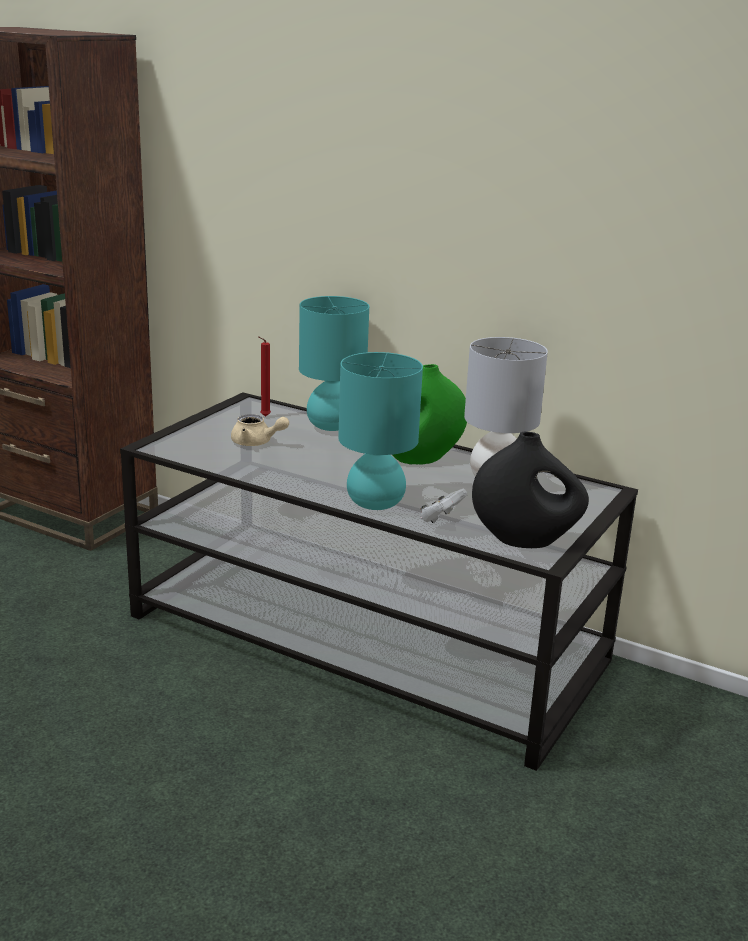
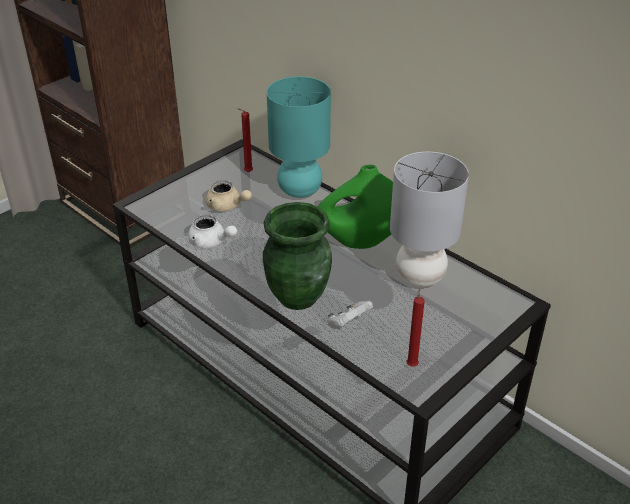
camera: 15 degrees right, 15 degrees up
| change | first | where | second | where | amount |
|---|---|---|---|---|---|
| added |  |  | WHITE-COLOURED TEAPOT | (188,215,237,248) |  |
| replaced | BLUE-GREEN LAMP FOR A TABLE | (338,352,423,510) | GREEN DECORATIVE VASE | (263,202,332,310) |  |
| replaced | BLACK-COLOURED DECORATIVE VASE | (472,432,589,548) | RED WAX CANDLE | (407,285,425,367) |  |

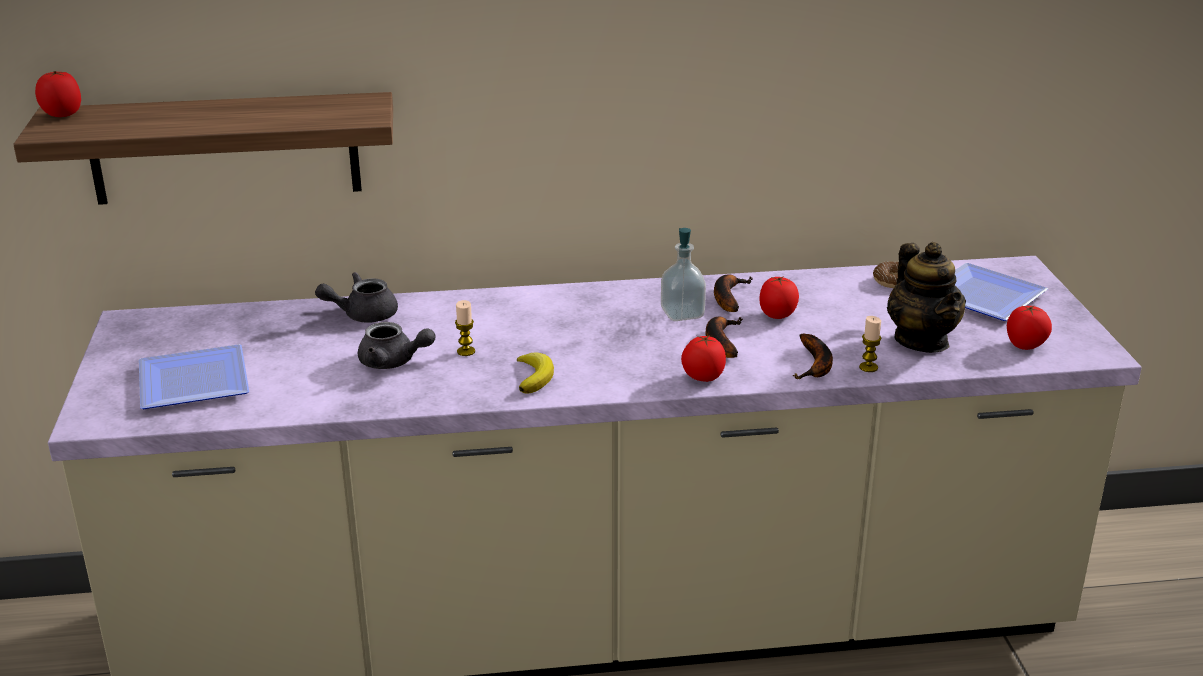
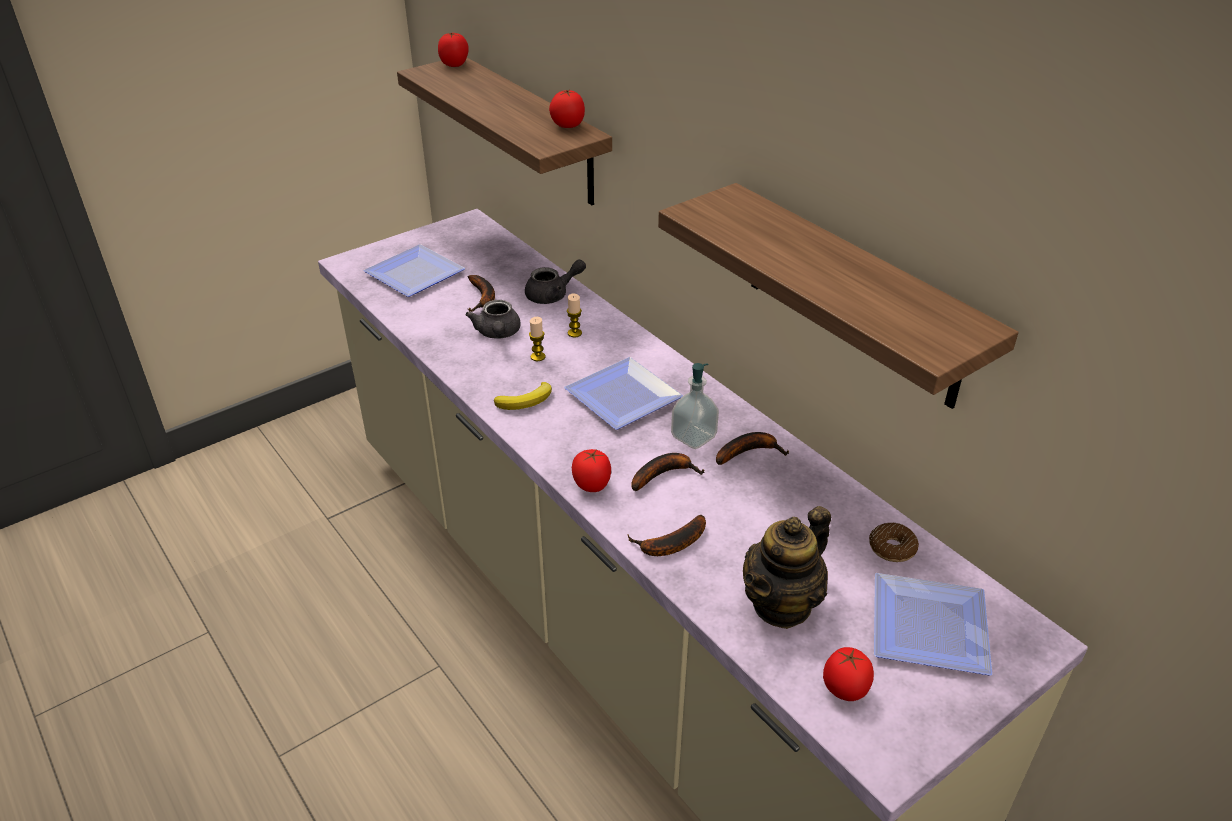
camera: 60 degrees right, 10 degrees up
| change | first | where | second | where | amount |
|---|---|---|---|---|---|
| added |  |  | BANANA FRUIT | (467,275,495,312) |  |
| added |  |  | PLATE | (564,357,683,430) |  |
| added |  |  | BRACKET SHELF | (658,183,1018,409) |  |
| moved | WHOLE TOMATO | (759,276,799,319) |  | (549,90,585,128) |  |
| moved | WAX CANDLE | (859,316,882,372) |  | (567,294,582,337) |  |
| turned | GREYISH TEAPOT | (315,272,398,322) |  | (525,259,586,304) | 120 degrees clockwise |

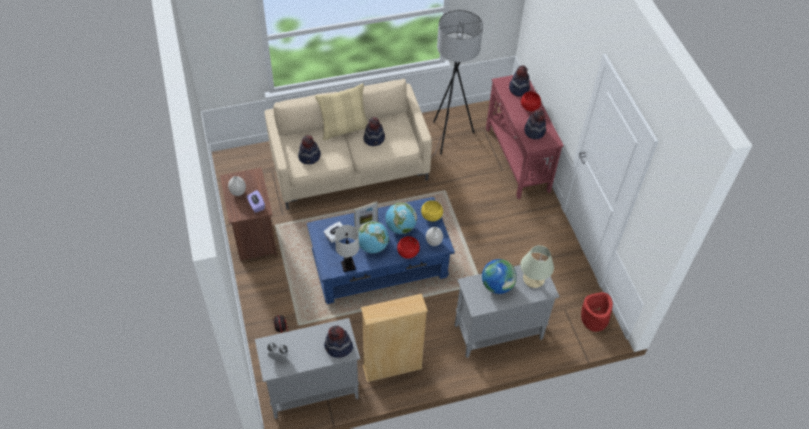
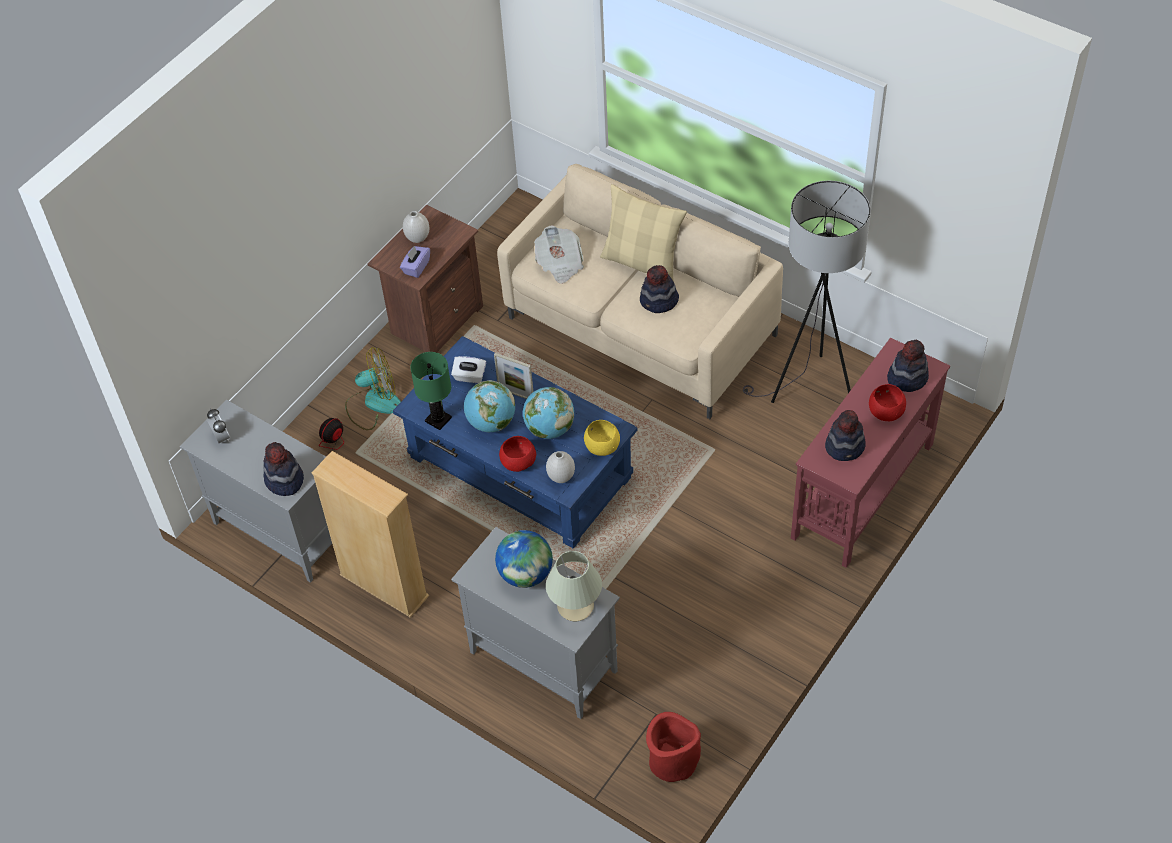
camera: 55 degrees right, 0 degrees up
| change | first | where | second | where | amount |
|---|---|---|---|---|---|
| added |  |  | FAN | (345,347,401,430) |  |
| replaced | CLOTHING HAT | (298,135,321,164) | NEWSPAPER | (534,225,584,284) |  |
| recoloured | WHITE-COLOURED LAMP FOR A TABLE | (335,225,359,272) | GREEN LAMP FOR A TABLE | (410,352,452,430) |  |

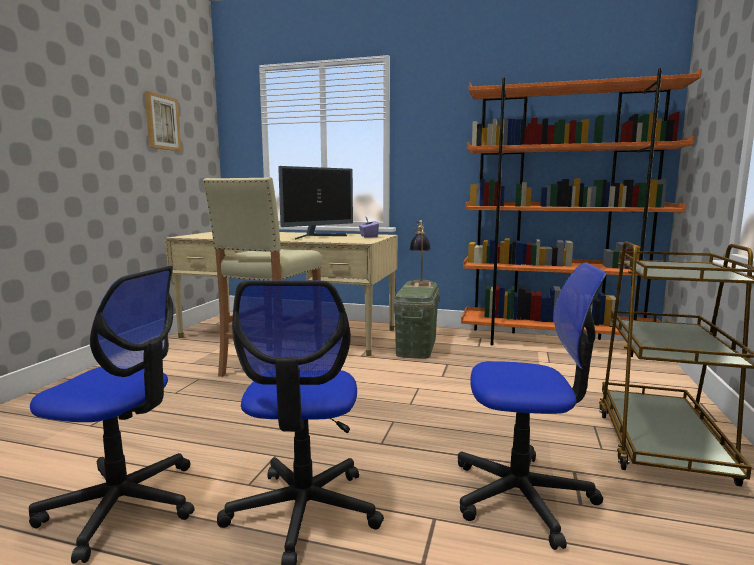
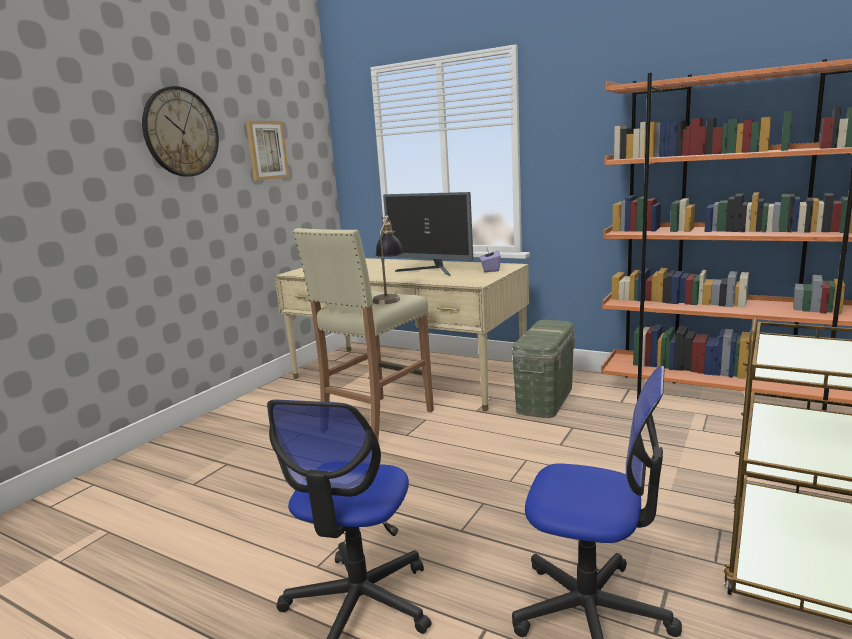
camera: 15 degrees right, 5 degrees up
| change | first | where | second | where | amount |
|---|---|---|---|---|---|
| removed | COMPUTER CHAIR | (29,266,195,564) |  |  |  |
| added |  |  | CLOCK ON THE WALL | (142,86,219,177) |  |
| moved | LAMP FOR A TABLE | (409,220,432,287) |  | (373,215,404,304) |  |
| turned | MONITOR | (278,166,353,240) |  | (383,192,473,276) | 60 degrees clockwise |

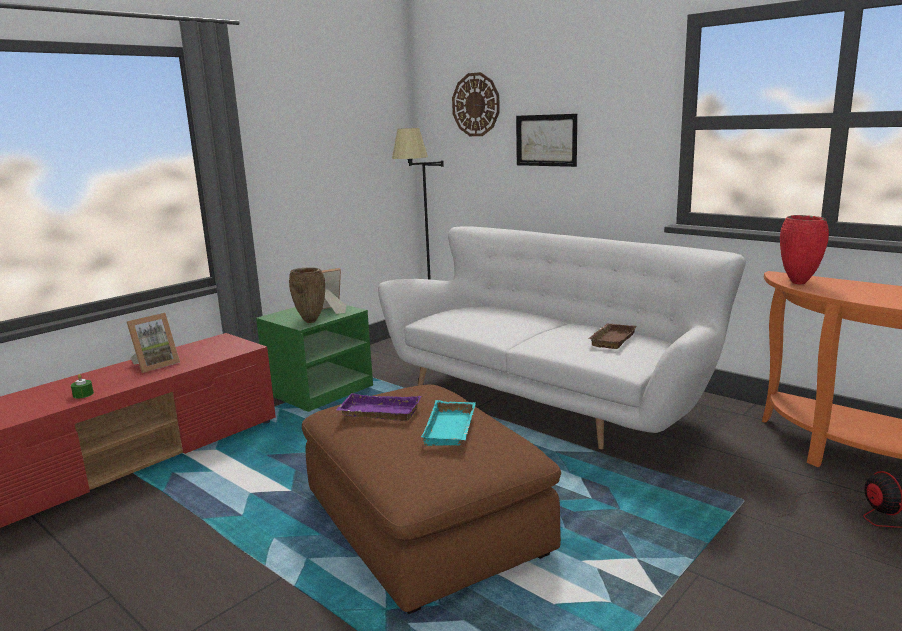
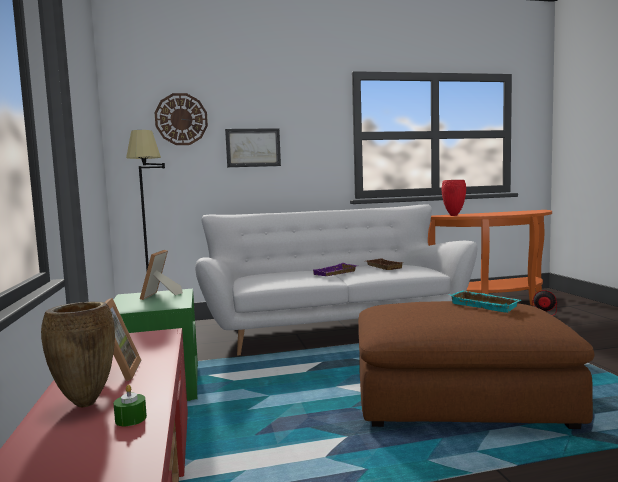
camera: 55 degrees left, 10 degrees down
| change | first | where | second | where | amount |
|---|---|---|---|---|---|
| moved | BROWN DECORATIVE VASE | (289,267,325,323) |  | (41,302,115,407) |  |
| moved | PURPLE-COLOURED CARRYING TRAY | (336,393,421,421) |  | (312,263,358,276) |  |

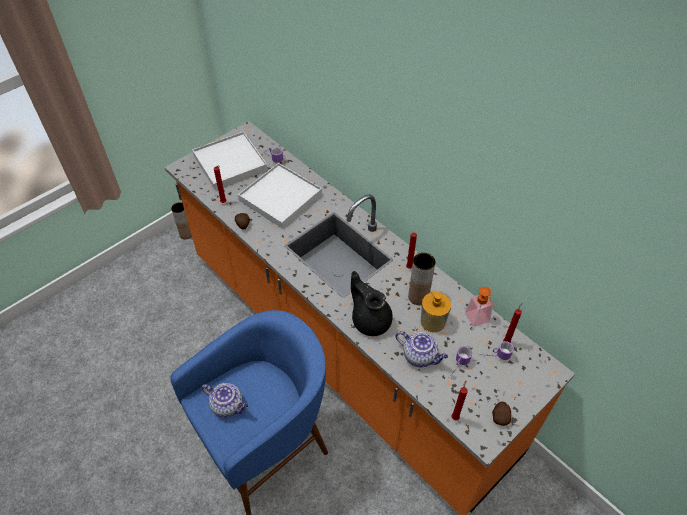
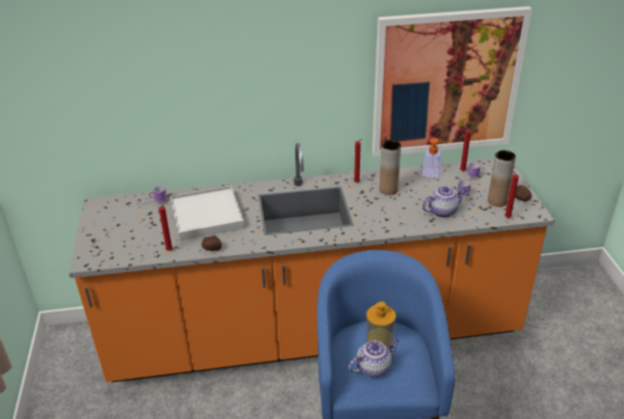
camera: 55 degrees left, 15 degrees down
| change | first | where | second | where | amount |
|---|---|---|---|---|---|
| removed | WHITE-COLOURED CARRYING TRAY | (192,132,268,190) |  |  |  |
| removed | BLACK-COLOURED TEAPOT | (351,271,393,336) |  |  |  |
| added |  |  | WALL PICTURE | (372,6,532,156) |  |
| moved | BROWN DECORATIVE VASE | (171,202,192,239) |  | (488,150,516,207) |  |
| moved | LIQUID SOAP BOTTLE | (421,291,451,332) |  | (366,301,396,346) |  |

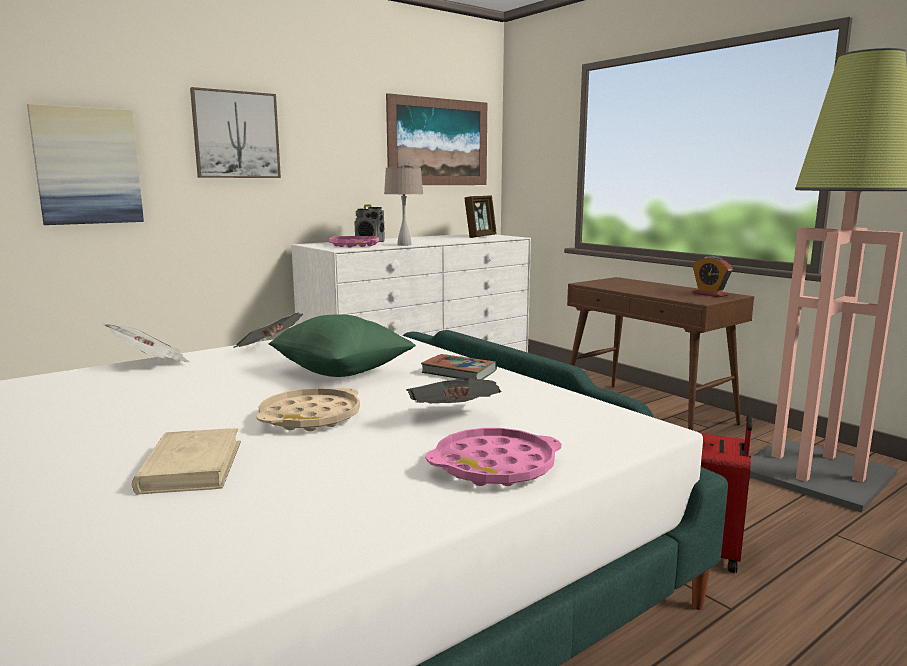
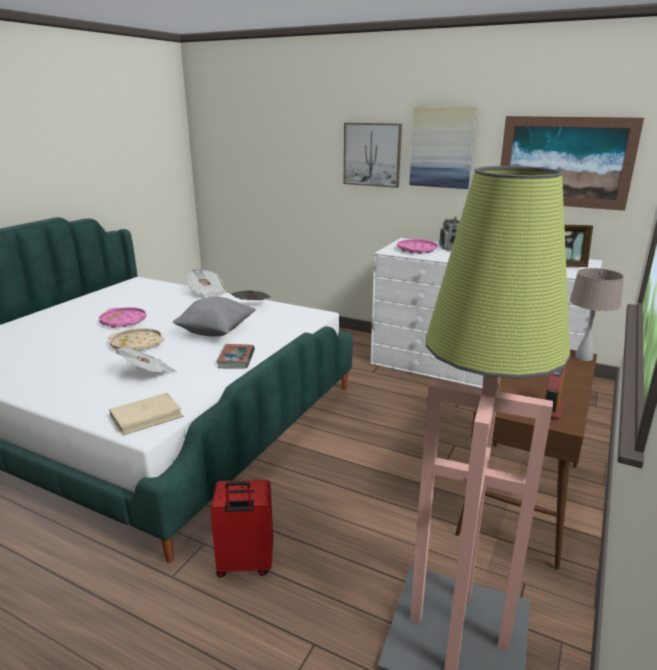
camera: 65 degrees right, 10 degrees up
| change | first | where | second | where | amount |
|---|---|---|---|---|---|
| moved | WALL PICTURE | (27,104,144,225) |  | (409,107,476,189) |  |
| moved | BEIGE BOUND BOOK | (132,428,241,495) |  | (109,393,184,436) |  |
| moved | BEIGE LAMP FOR A TABLE | (384,166,423,246) |  | (570,268,624,361) |  |
| moved | PINK CARRYING TRAY | (426,428,561,486) |  | (99,307,147,328) |  |
| recoloured | GREEN THROW PILLOW | (268,315,416,377) | GREYISH THROW PILLOW | (173,297,256,337) |  |

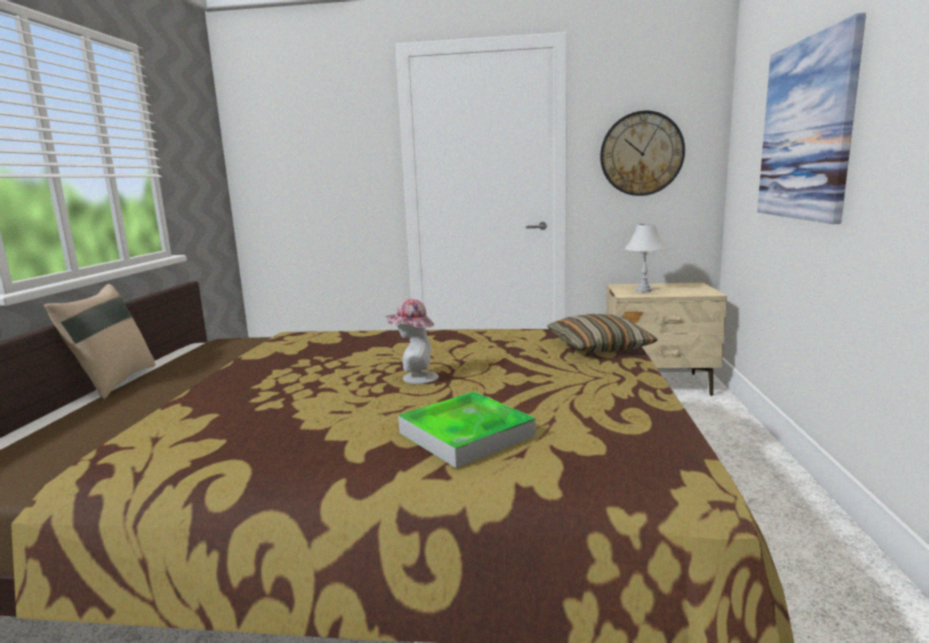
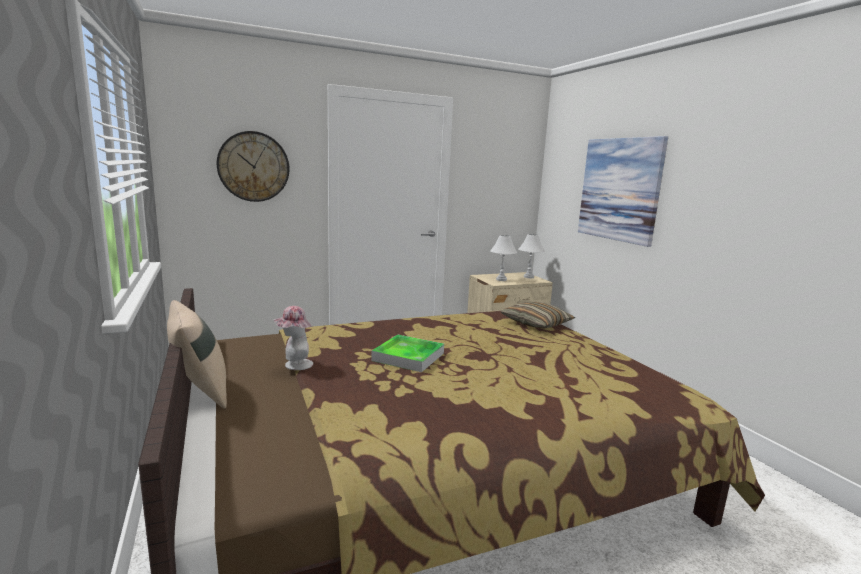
camera: 30 degrees left, 0 degrees up
| change | first | where | second | where | amount |
|---|---|---|---|---|---|
| added |  |  | WHITE-COLOURED LAMP FOR A TABLE | (518,234,545,278) |  |
| moved | CLOTHING HAT | (386,299,439,384) |  | (274,306,313,370) |  |
| moved | CARRYING TRAY | (398,392,536,468) |  | (371,334,444,372) |  |
| moved | CLOCK ON THE WALL | (600,111,685,196) |  | (217,131,290,202) |  |

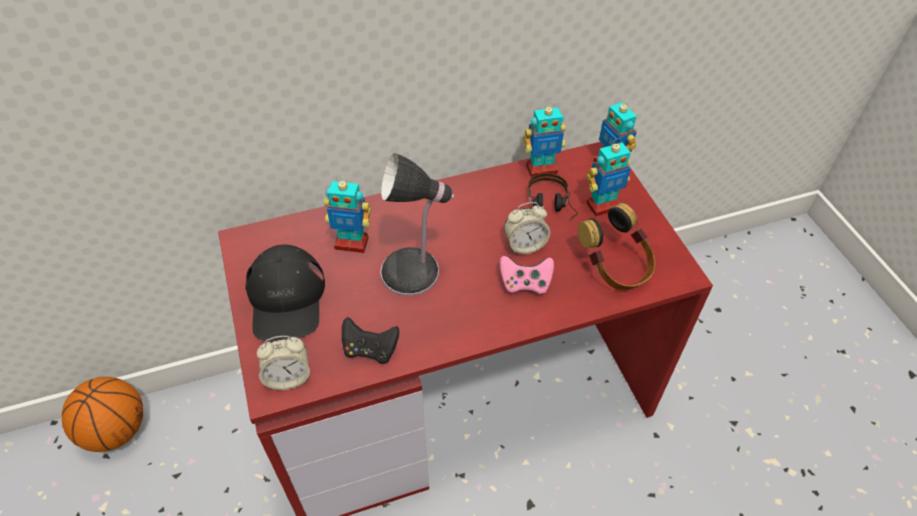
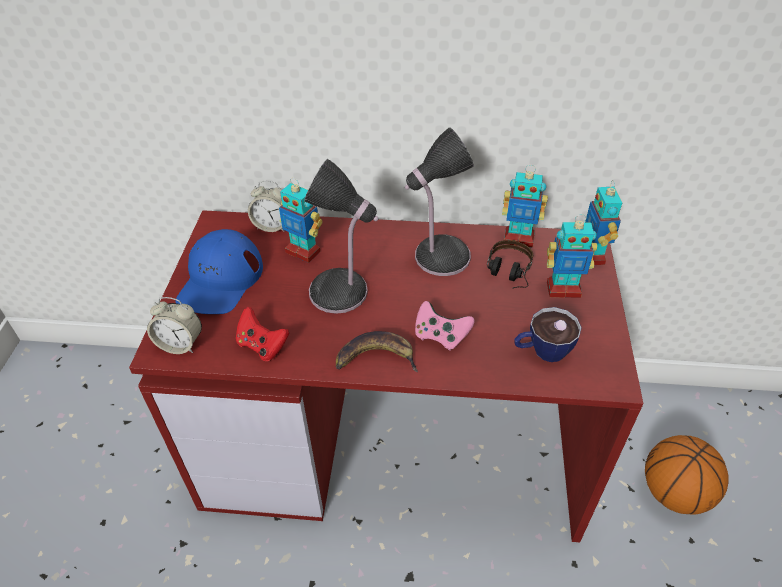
camera: 25 degrees right, 5 degrees down
| change | first | where | second | where | amount |
|---|---|---|---|---|---|
| added |  |  | BANANA FRUIT | (336,331,418,372) |  |
| added |  |  | LAMP FOR A TABLE | (405,127,474,276) |  |
| moved | BASKETBALL | (62,377,143,452) |  | (645,435,728,515) |  |
| moved | ALARM CLOCK | (504,202,550,254) |  | (248,181,284,232) |  |
| replaced | HEADSET | (577,203,655,290) | CUP | (514,307,582,362) |  |
| recoloured | BLACK-COLOURED PEAKED CAP | (245,245,325,341) | BLUE-COLOURED PEAKED CAP | (175,229,263,314) |  |
| recoloured | BLACK-COLOURED GAMEPAD | (342,317,399,364) | RED GAMEPAD | (236,307,289,361) |  |

